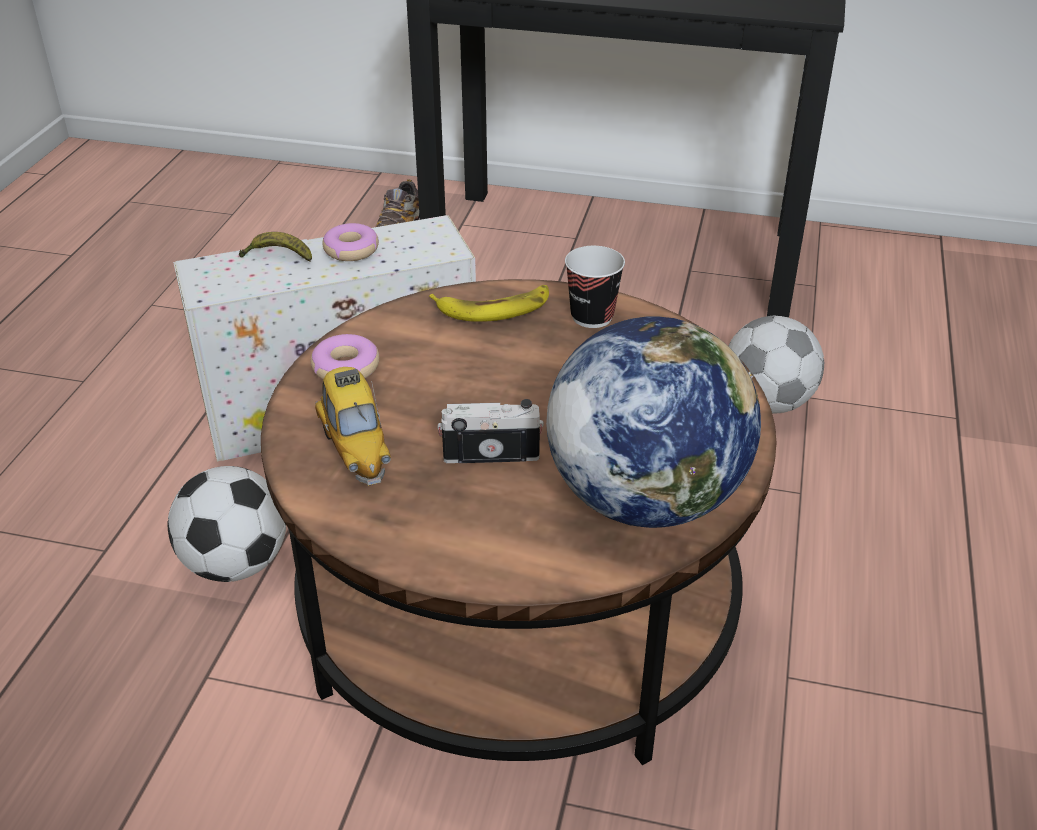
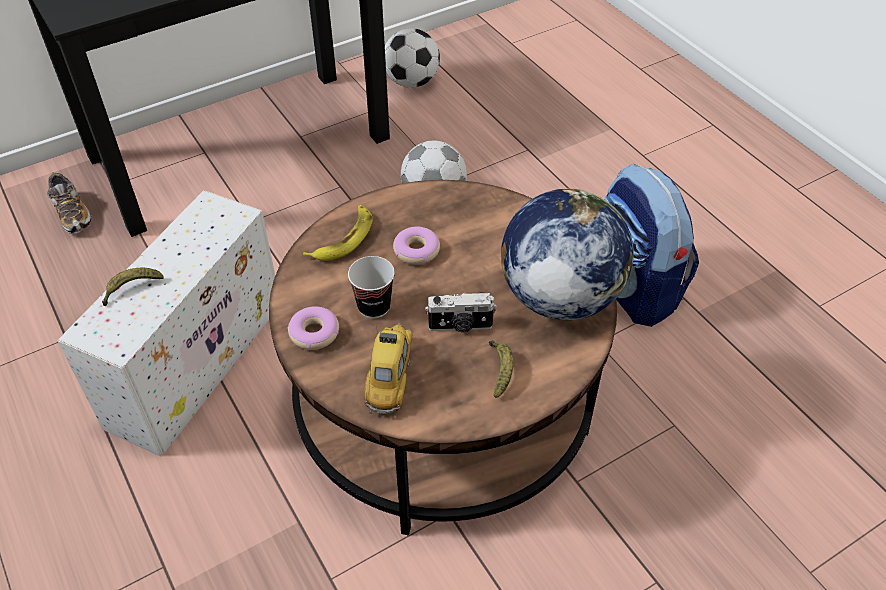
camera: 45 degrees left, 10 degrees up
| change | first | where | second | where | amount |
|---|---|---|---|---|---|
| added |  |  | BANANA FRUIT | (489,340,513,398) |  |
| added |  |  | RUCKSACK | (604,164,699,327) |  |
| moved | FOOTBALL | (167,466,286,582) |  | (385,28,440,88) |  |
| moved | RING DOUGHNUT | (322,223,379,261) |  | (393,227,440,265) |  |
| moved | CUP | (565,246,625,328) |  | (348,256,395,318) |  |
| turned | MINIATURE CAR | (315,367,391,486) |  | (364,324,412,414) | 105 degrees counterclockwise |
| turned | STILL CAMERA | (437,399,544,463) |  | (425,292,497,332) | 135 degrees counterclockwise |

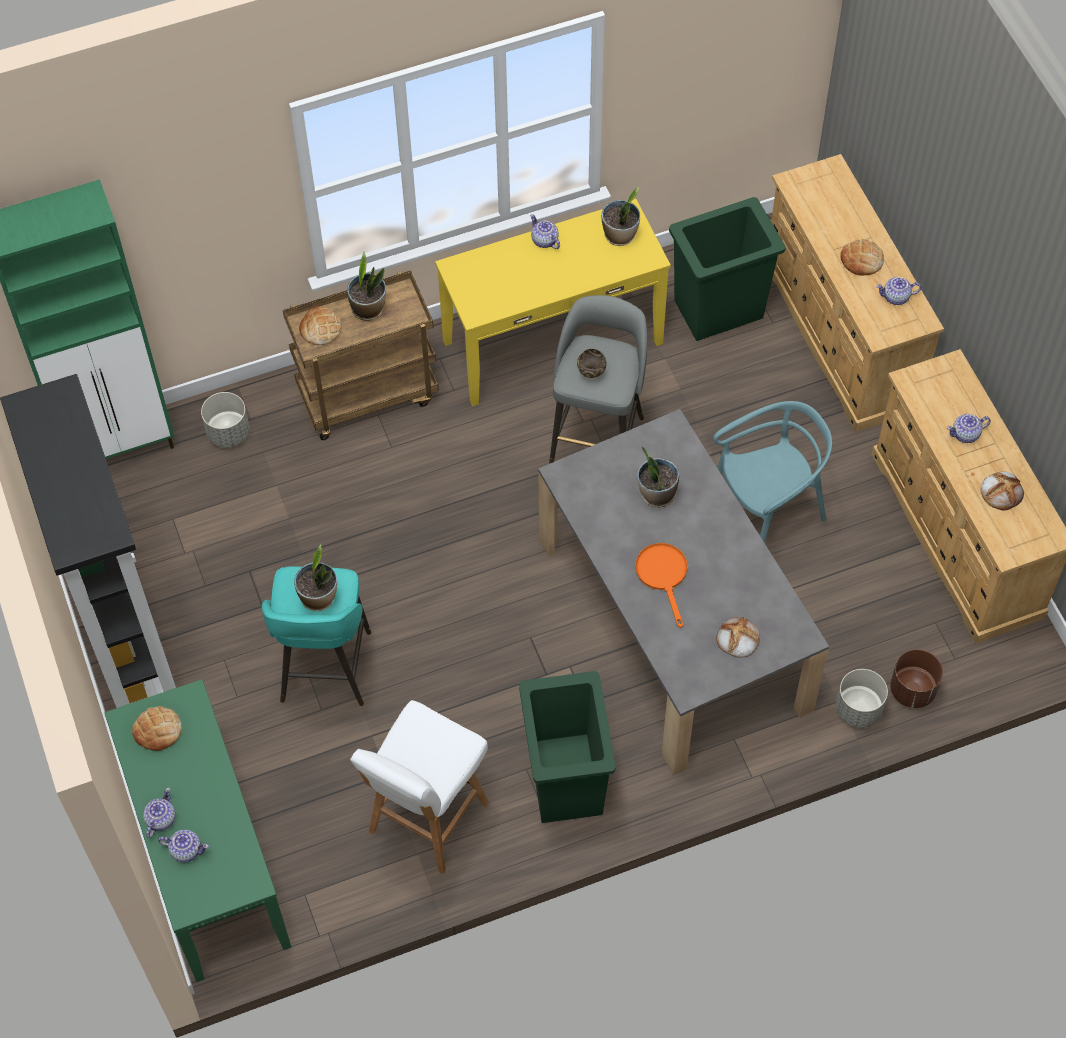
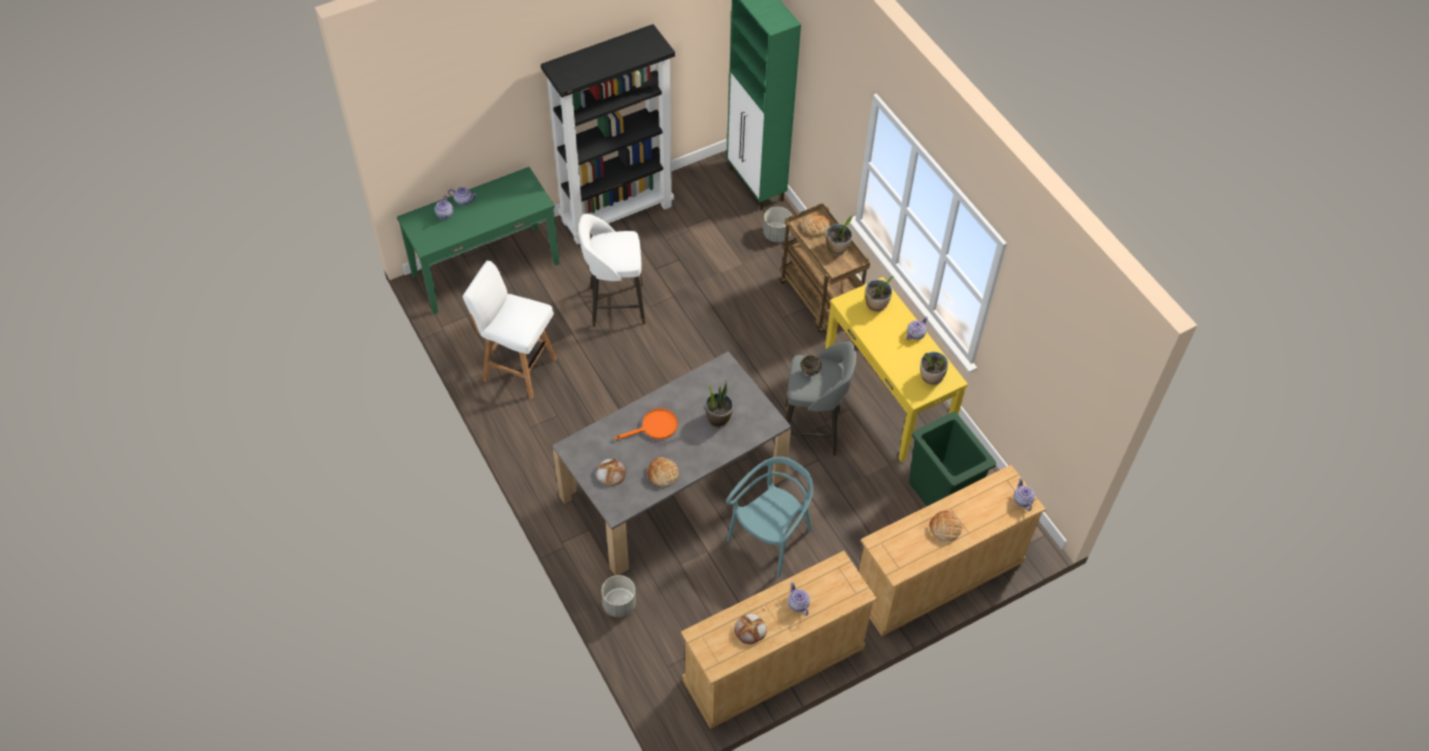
camera: 80 degrees right, 5 degrees down
| change | first | where | second | where | amount |
|---|---|---|---|---|---|
| removed | GREEN TRASH CAN | (519,671,615,823) |  |  |  |
| removed | BROWN PLANT POT | (890,649,943,708) |  |  |  |
| moved | BAKED BREAD | (132,706,182,751) |  | (647,457,679,487) |  |
| moved | PLANT IN A POT | (294,544,337,611) |  | (865,276,894,312) |  |
| moved | TEAPOT | (876,277,921,305) |  | (1013,478,1035,511) |  |
| recoloured | BLUE-GREEN STOOL SEAT | (262,566,371,706) | WHITE-COLOURED STOOL SEAT | (579,214,646,327) |  |
| turned | BLUE-GREEN PLAIN CHAIR | (713,401,832,543) |  | (727,457,813,577) | 105 degrees counterclockwise |

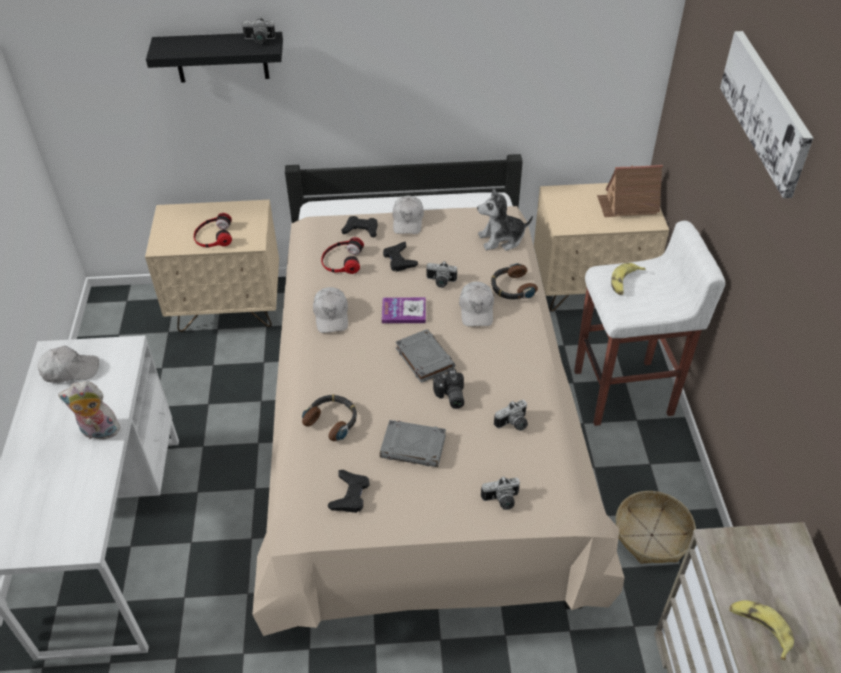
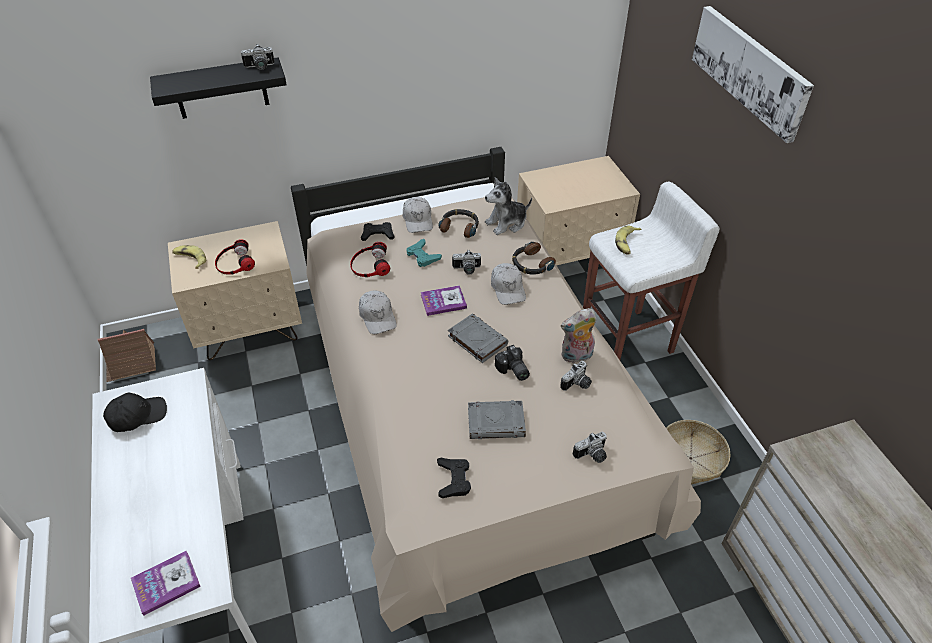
camera: 15 degrees left, 0 degrees up
| change | first | where | second | where | amount |
|---|---|---|---|---|---|
| added |  |  | BOUND BOOK | (131,551,201,616) |  |
| moved | CUDDLY TOY | (58,381,121,439) |  | (561,308,597,363) |  |
| moved | HEADSET | (302,394,357,441) |  | (438,209,479,238) |  |
| moved | MODEL HOUSE | (597,165,663,217) |  | (98,329,156,382) |  |
| moved | BANANA FRUIT | (729,600,794,660) |  | (173,245,206,269) |  |
| recoloured | WHITE-COLOURED PEAKED CAP | (37,346,99,383) | BLACK-COLOURED PEAKED CAP | (103,393,167,432) |  |
| recoloured | BLACK-COLOURED GAMEPAD | (383,242,418,272) | BLUE-GREEN GAMEPAD | (406,239,442,267) |  |

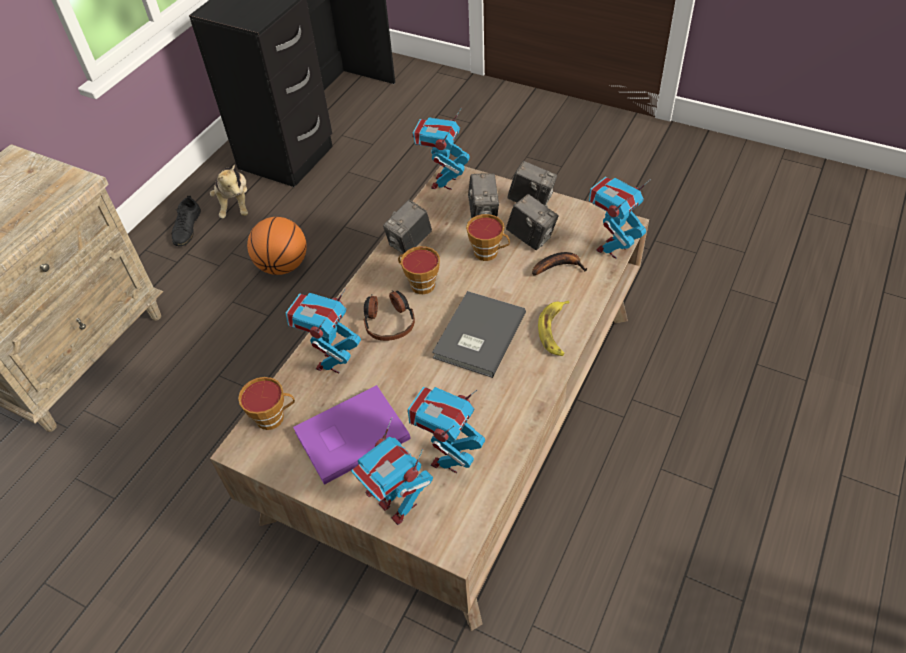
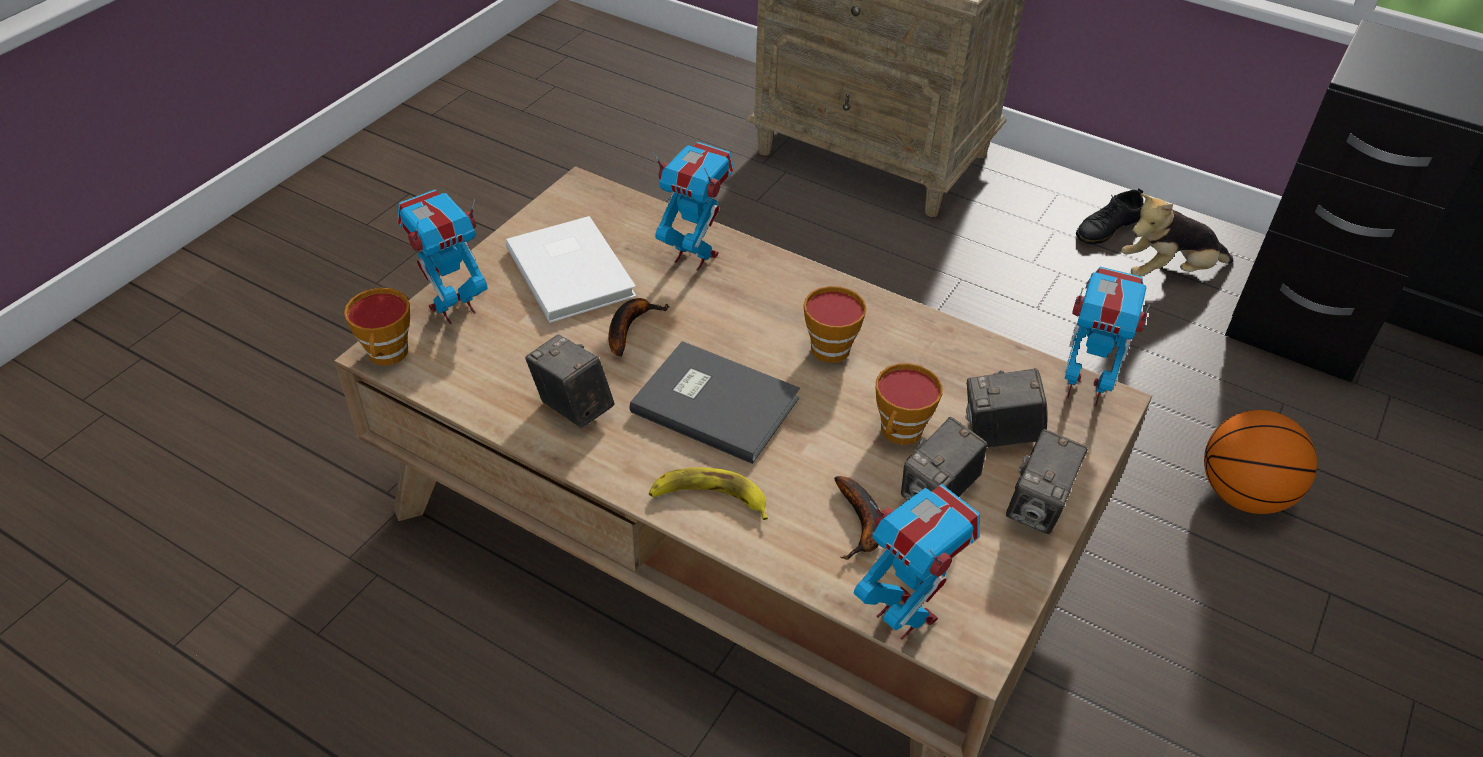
camera: 90 degrees right, 5 degrees down
| change | first | where | second | where | amount |
|---|---|---|---|---|---|
| removed | HEADSET | (364,290,415,341) |  |  |  |
| removed | MODEL ROBOT | (408,386,485,473) |  |  |  |
| added |  |  | BANANA FRUIT | (608,298,669,357) |  |
| moved | CUP | (238,377,295,430) |  | (344,288,410,366) |  |
| moved | BASKETBALL | (247,217,307,275) |  | (1204,410,1317,514) |  |
| moved | STILL CAMERA | (383,200,432,254) |  | (525,335,614,428) |  |
| recoloured | PURPLE-COLOURED BOUND BOOK | (293,385,411,485) | WHITE-COLOURED BOUND BOOK | (505,216,636,323) |  |
| turned | BLACK-COLOURED SHOE | (172,196,201,246) |  | (1076,188,1143,244) | 45 degrees counterclockwise |

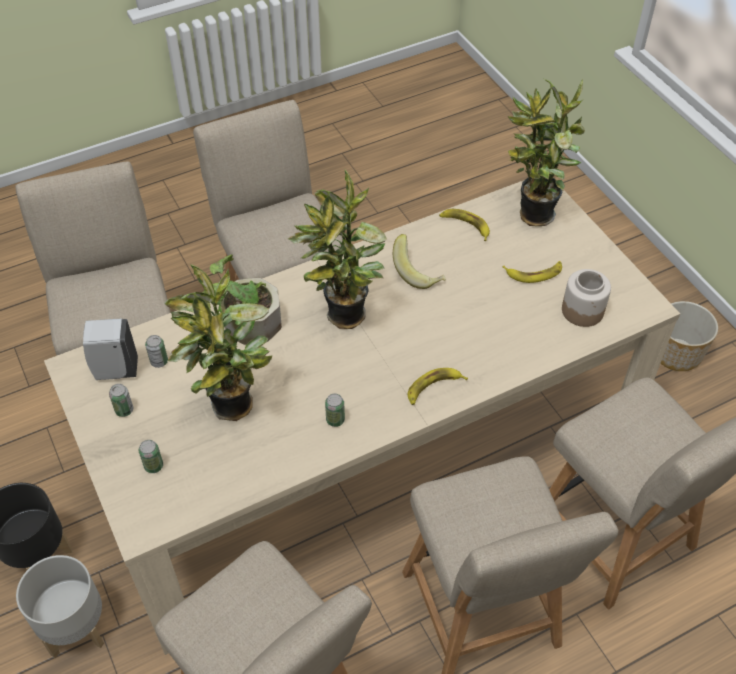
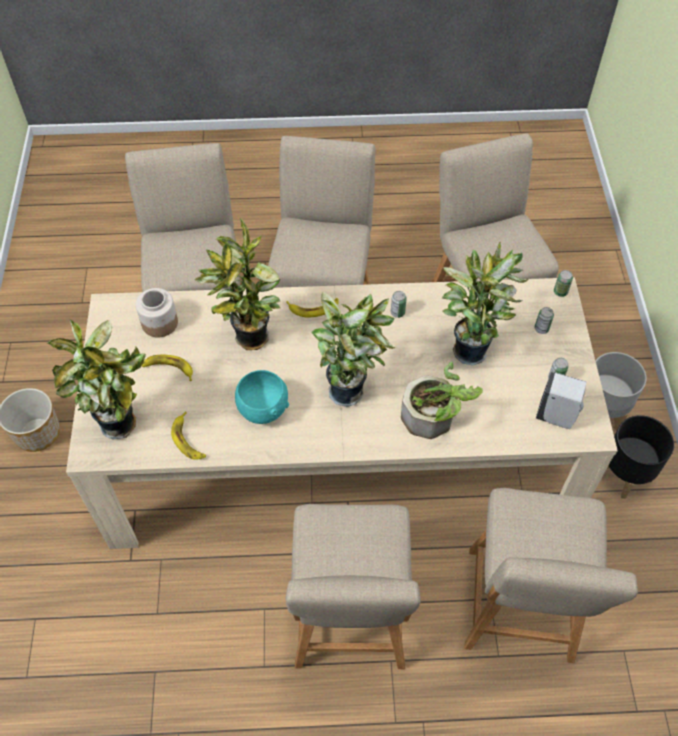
camera: 155 degrees left, 5 degrees up
| change | first | where | second | where | amount |
|---|---|---|---|---|---|
| added |  |  | PLANT IN A POT | (194,217,281,350) |  |
| moved | CAN | (145,335,168,368) |  | (554,270,573,297) |  |
| replaced | BANANA FRUIT | (393,234,446,289) | BLUE-GREEN BOWL | (235,370,289,424) |  |

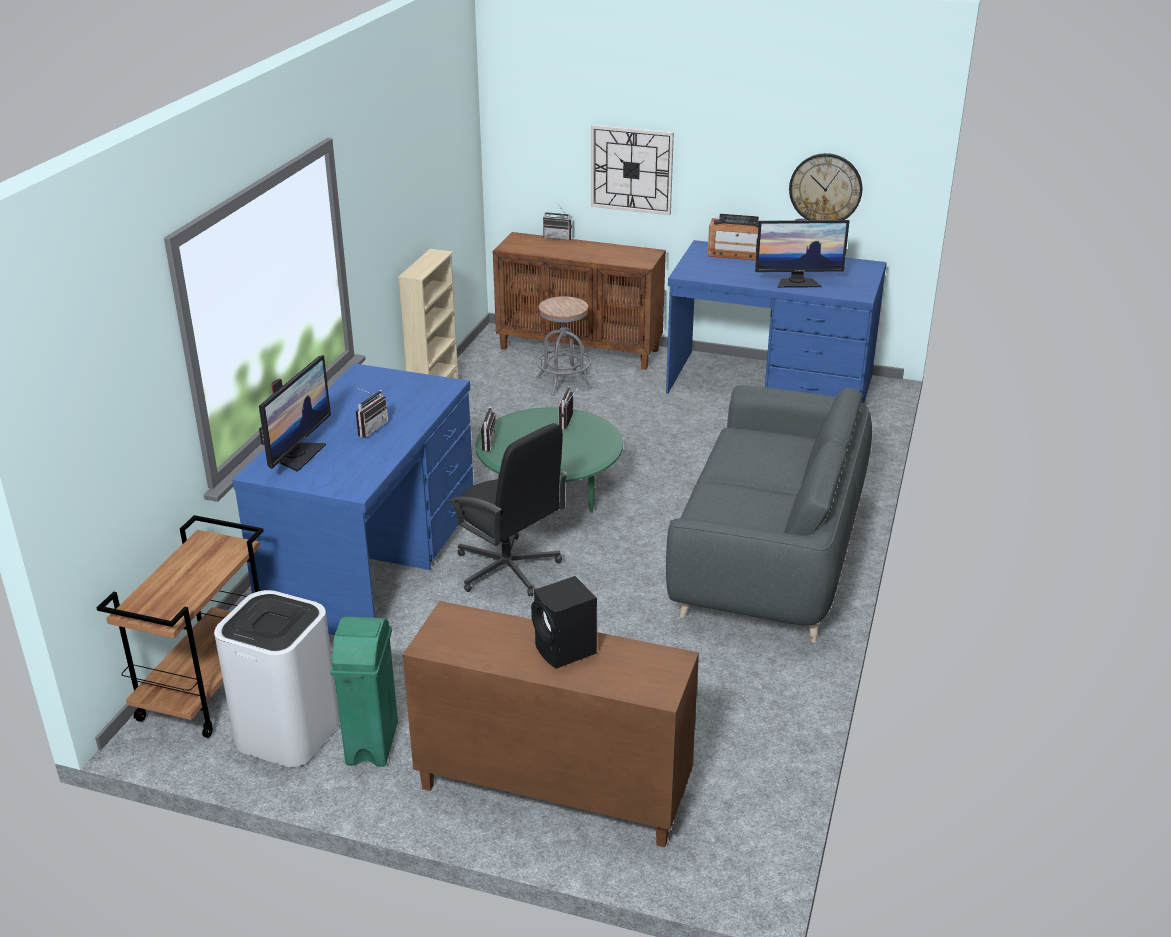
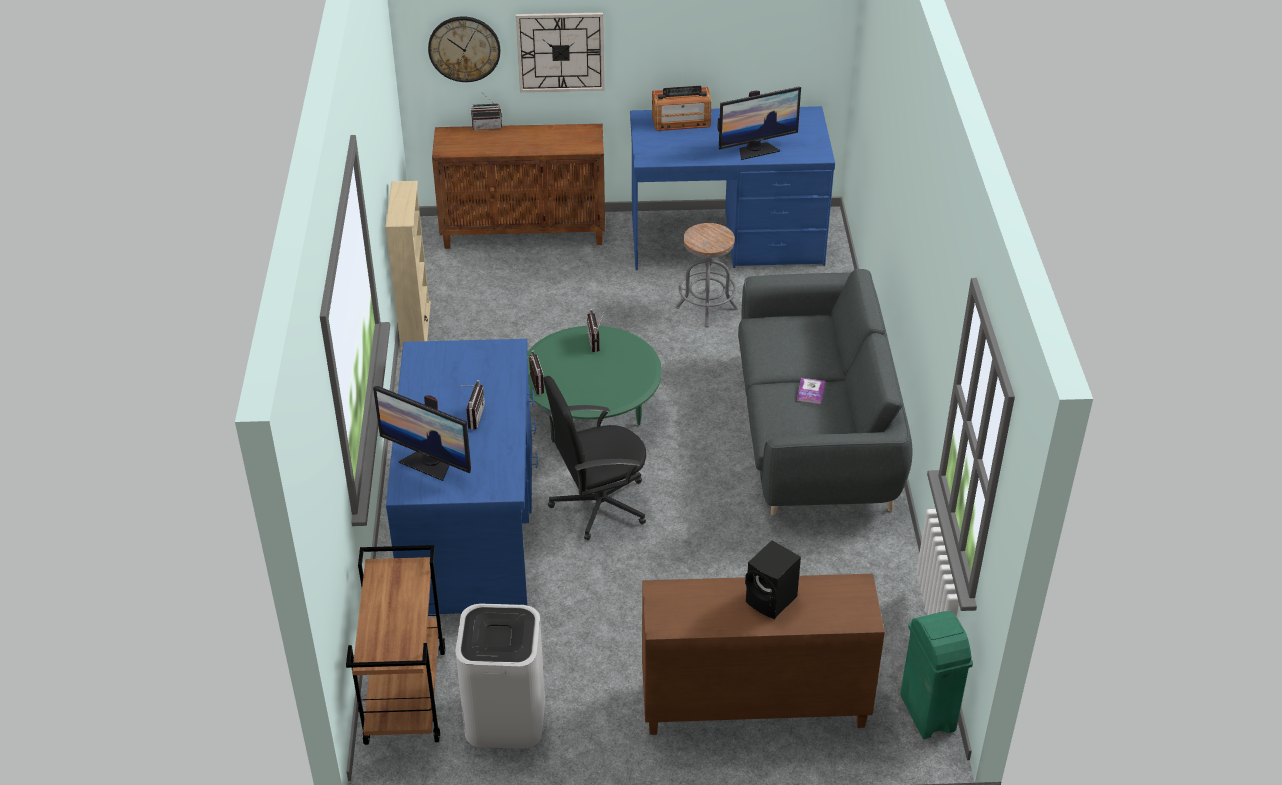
camera: 20 degrees left, 10 degrees up
| change | first | where | second | where | amount |
|---|---|---|---|---|---|
| added |  |  | BOUND BOOK | (797,378,825,404) |  |
| moved | GREEN TRASH CAN | (330,617,398,767) |  | (900,611,973,739) |  |
| moved | GREYISH STOOL SEAT | (536,296,592,396) |  | (675,223,738,328) |  |
| moved | CLOCK ON THE WALL | (789,153,862,220) |  | (428,16,500,82) |  |
| turned | MONITOR | (259,355,331,472) |  | (373,386,471,481) | 120 degrees clockwise |
| turned | BLACK-COLOURED COMPUTER CHAIR | (449,423,568,596) |  | (543,376,646,540) | 135 degrees clockwise |

